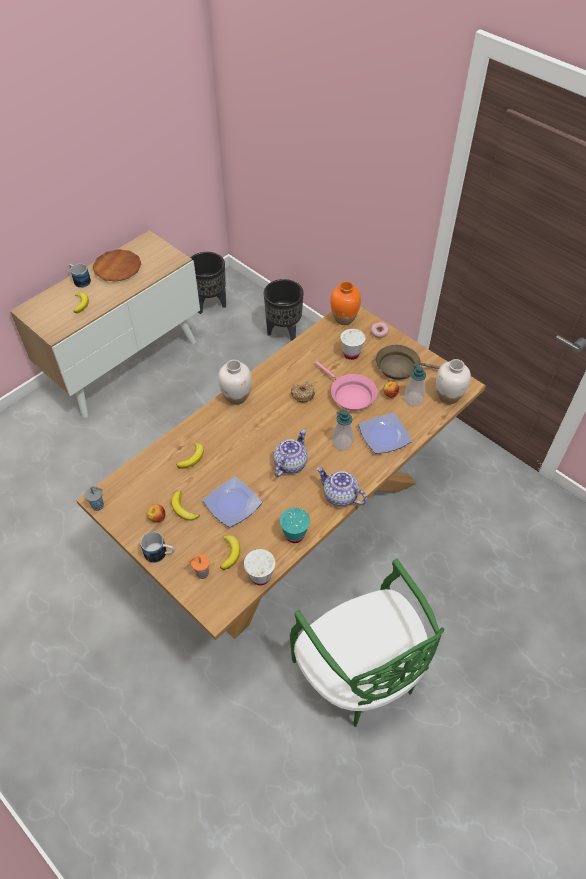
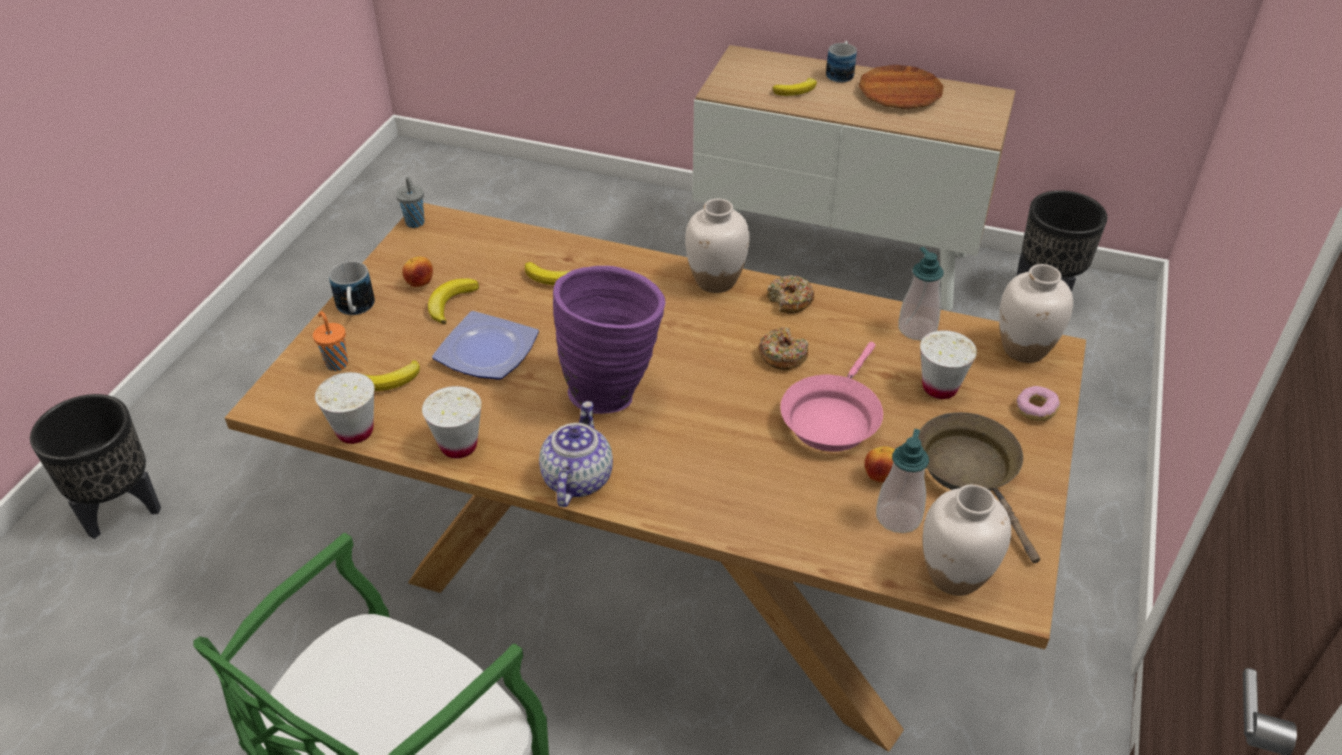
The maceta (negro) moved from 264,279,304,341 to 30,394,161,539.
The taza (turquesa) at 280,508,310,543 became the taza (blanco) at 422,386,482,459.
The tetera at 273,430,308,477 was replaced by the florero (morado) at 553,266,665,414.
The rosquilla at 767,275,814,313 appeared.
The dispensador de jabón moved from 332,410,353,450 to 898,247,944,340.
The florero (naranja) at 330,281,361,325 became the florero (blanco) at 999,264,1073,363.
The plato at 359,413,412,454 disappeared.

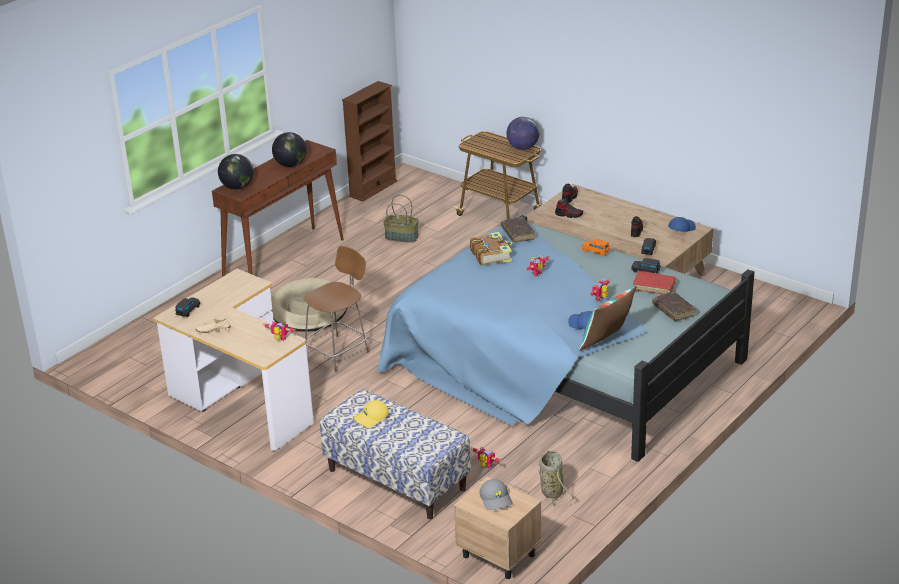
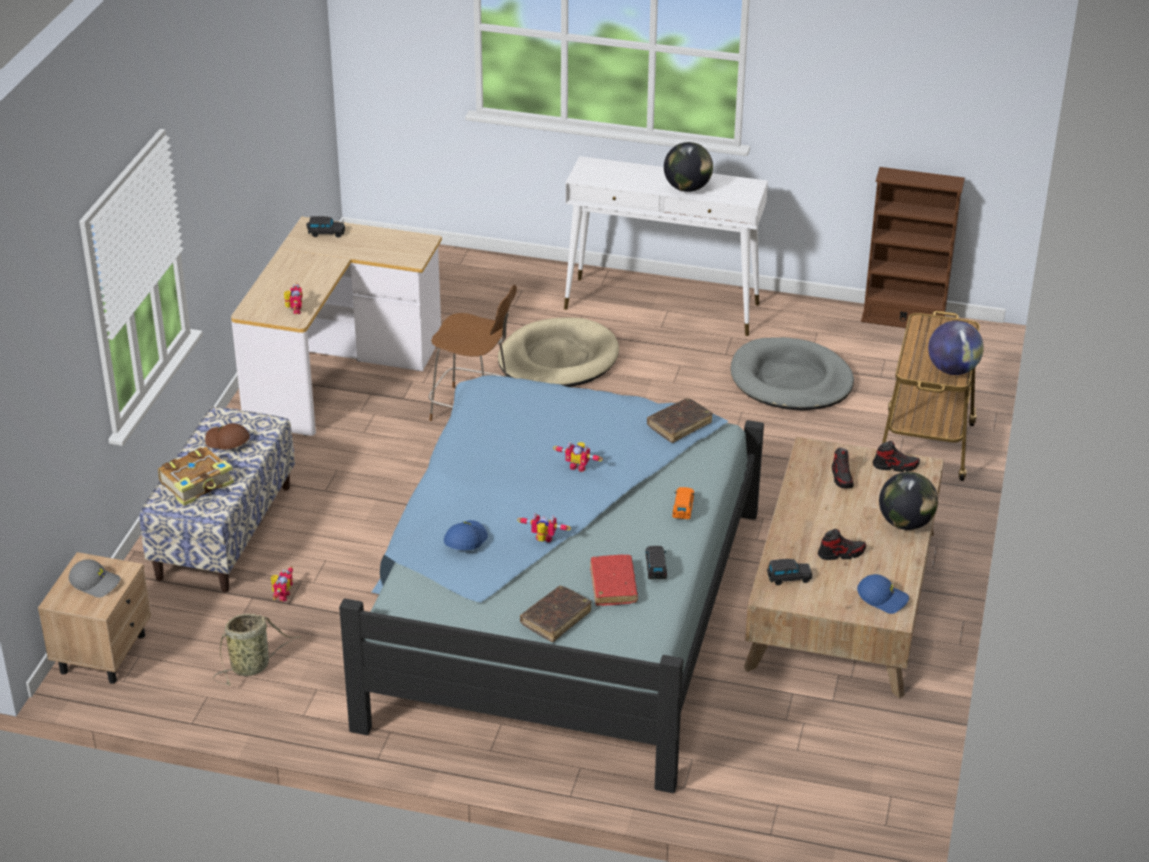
The gorra (gris) at 480,479,513,510 turned 120 degrees counterclockwise.
The libro moved from 470,232,512,266 to 158,447,234,506.
The gorra (amarillo) at 354,400,389,428 became the gorra (marrón) at 205,423,250,450.
The mesa consola (marrón) at 212,140,344,277 became the mesa consola (blanco) at 564,156,768,336.
The cesta at 383,195,418,243 was replaced by the cama para perro (gris) at 731,337,854,411.
The globo terráqueo moved from 218,154,254,189 to 879,472,938,530.
The zapato (beis) at 195,317,231,333 disappeared.
The cojín at 579,286,637,351 disappeared.

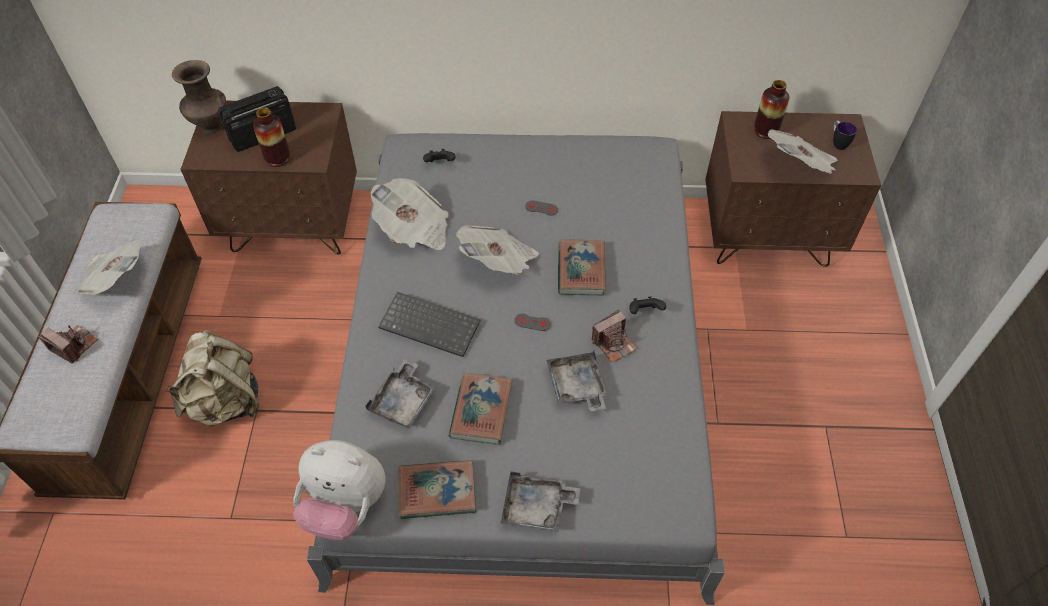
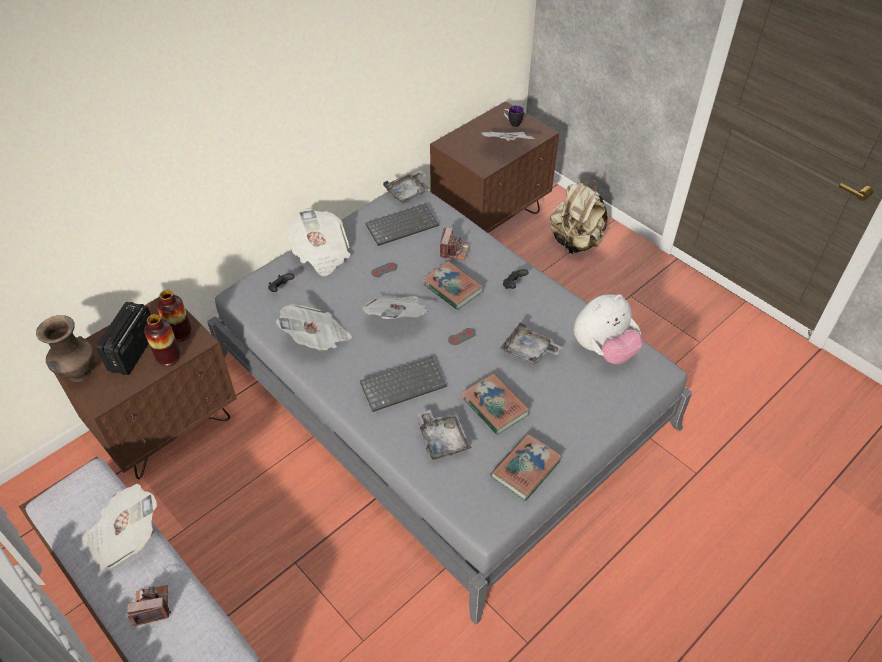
The florero moved from 754,80,789,139 to 157,290,191,342.
The periódico at 287,208,351,276 appeared.
The teclado at 366,204,439,246 appeared.
The bandeja (gris) moved from 501,471,581,532 to 383,170,430,204.
The cámara moved from 592,310,637,363 to 440,227,469,260.
The mochila (beis) moved from 166,330,259,427 to 550,180,607,254.
The peluche moved from 293,440,386,540 to 574,294,644,364.

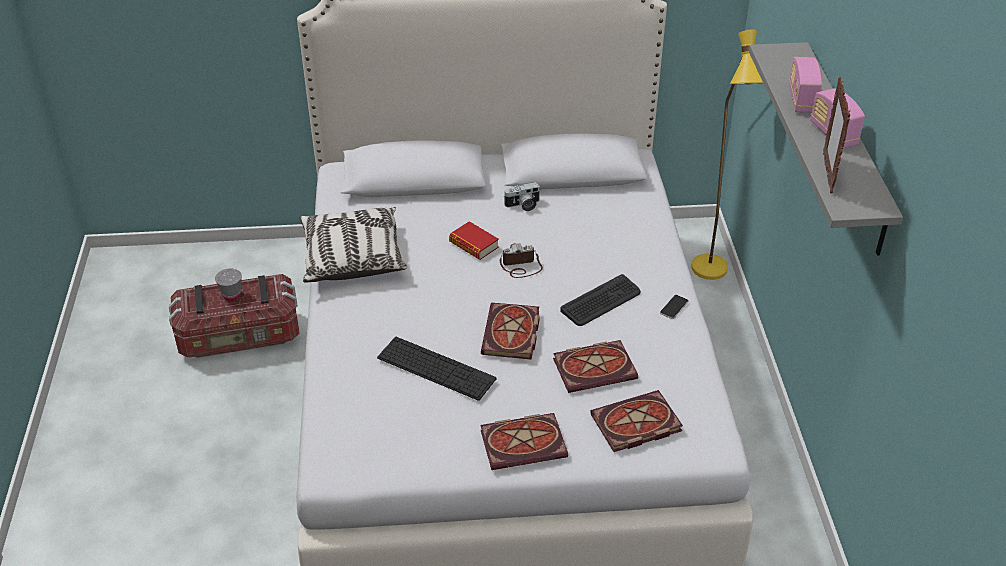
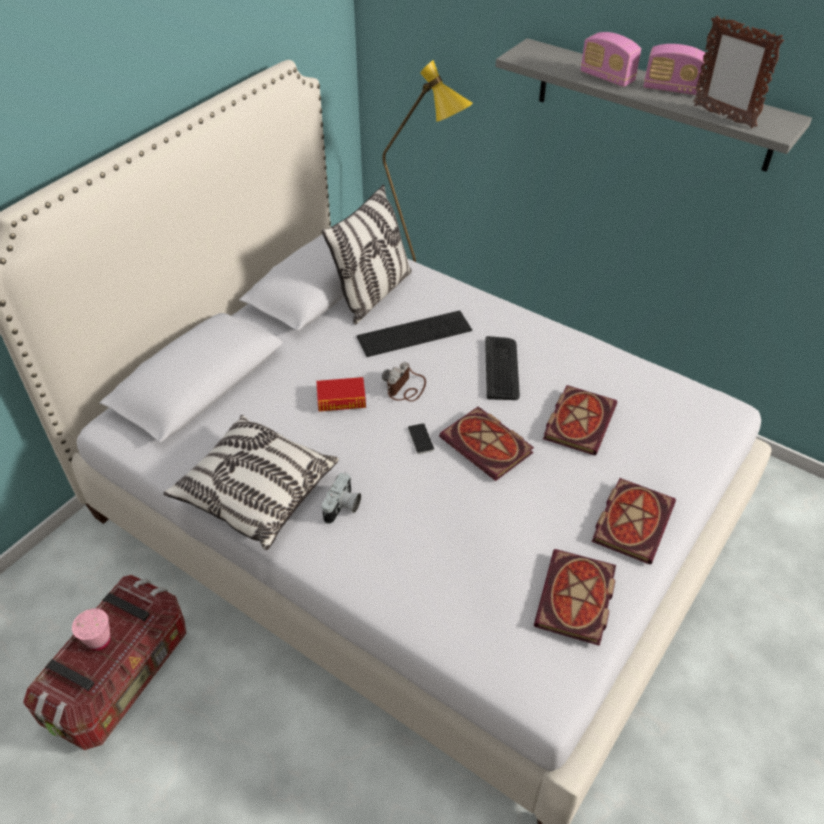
The taza (gris) at 215,269,242,301 became the taza (rosa) at 72,608,110,651.
The cojín at 322,184,412,325 appeared.
The cámara moved from 503,182,540,211 to 322,473,361,524.
The teclado moved from 377,337,496,401 to 356,310,472,357.
The móvil moved from 660,295,689,319 to 408,423,434,454.
The libro moved from 590,390,683,452 to 534,549,616,646.

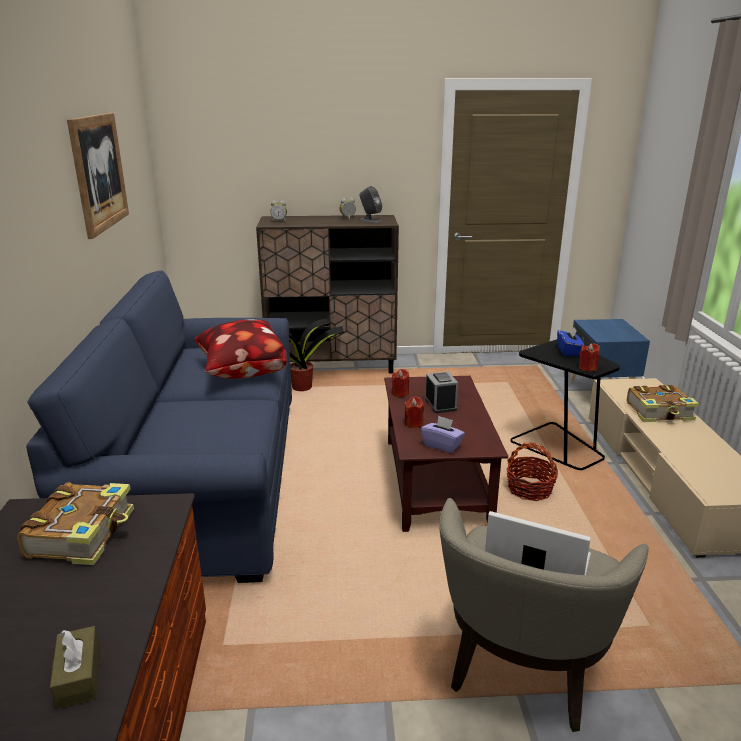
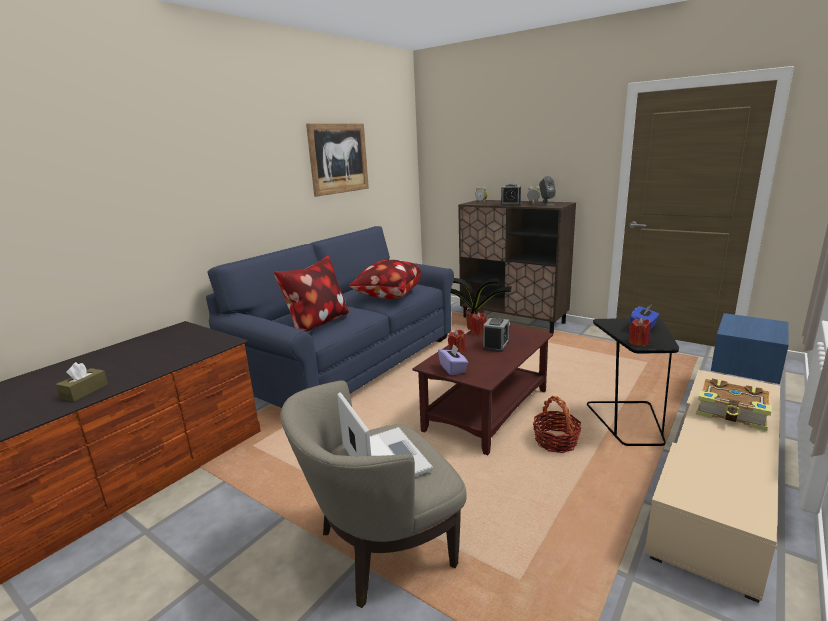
The cojín at 273,256,349,331 appeared.
The despertador at 500,184,522,205 appeared.
The libro at 17,482,134,565 disappeared.

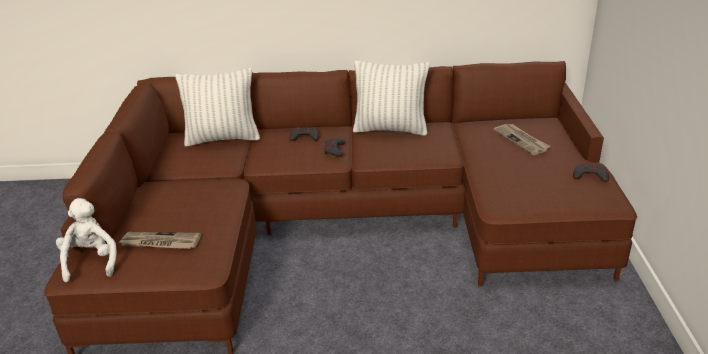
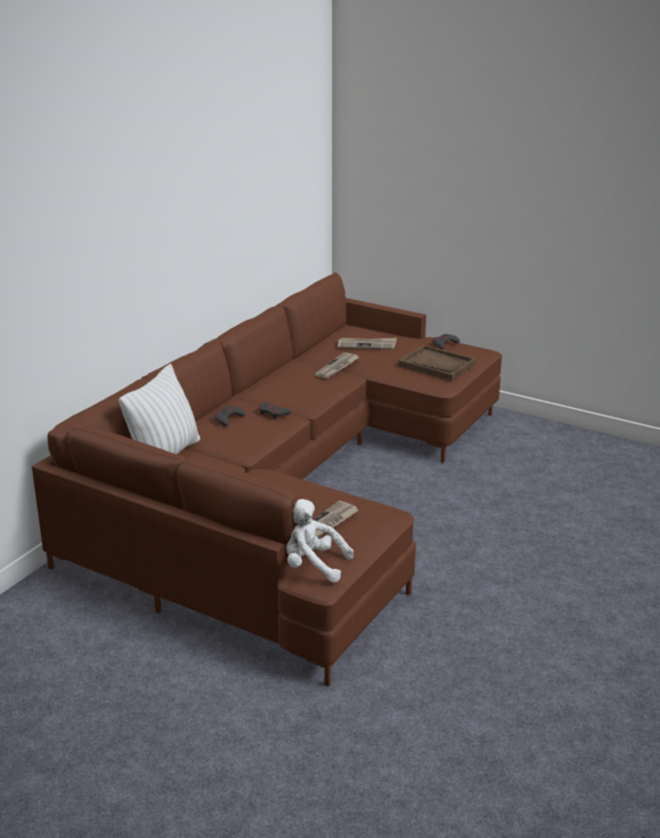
The periódico at 314,352,360,379 appeared.
The bandeja (marrón) at 398,345,476,381 appeared.
The cojín (blanco) at 353,61,430,136 disappeared.

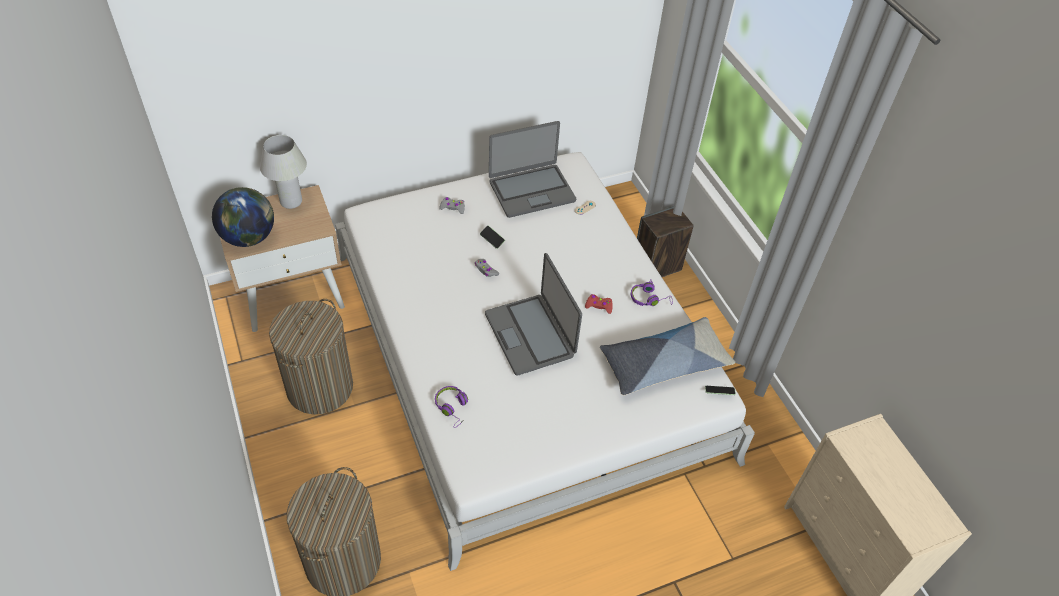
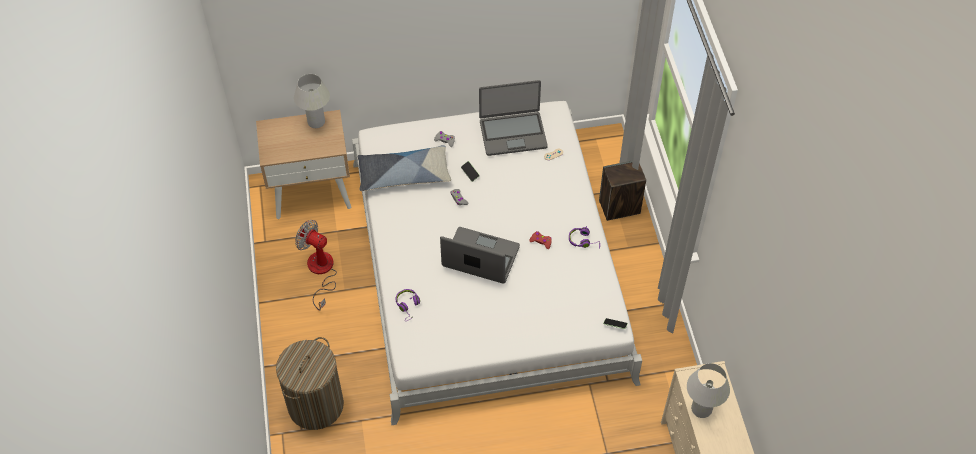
The cesto de la ropa at 269,299,353,414 was replaced by the ventilador at 295,220,337,311.
The cojín moved from 600,317,735,395 to 358,145,451,191.
The portátil at 485,253,582,376 turned 120 degrees clockwise.
The lámpara de mesa (blanco) at 687,363,730,418 appeared.
The globo terráqueo at 212,187,274,247 disappeared.

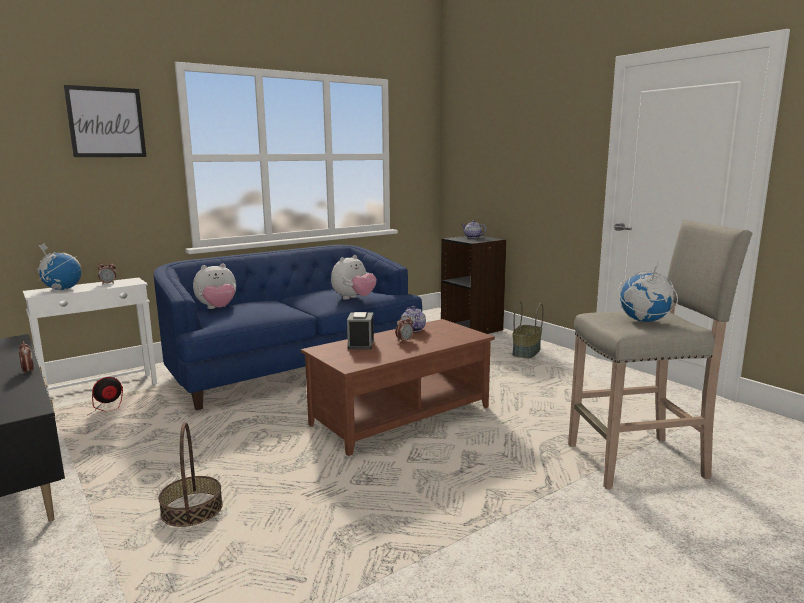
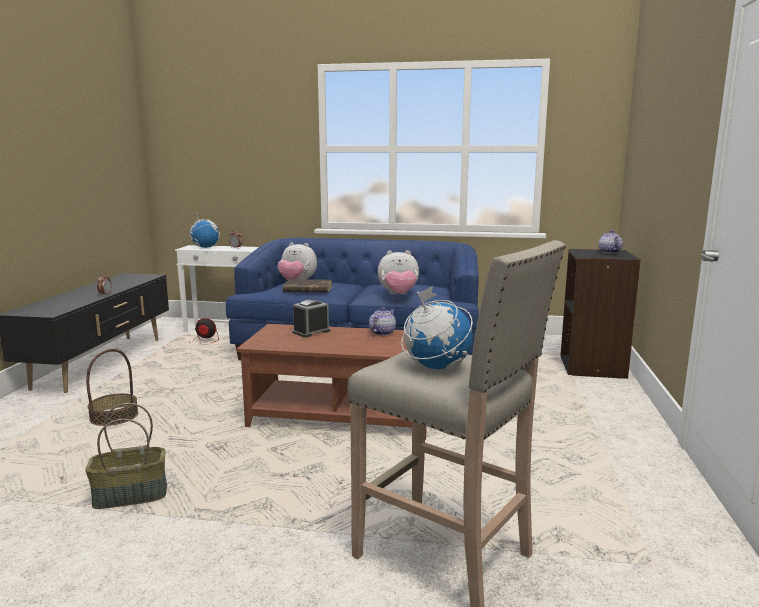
The cesta moved from 513,301,544,359 to 85,403,167,509.
The libro (marrón) at 283,279,332,293 appeared.
The cuadro at 64,85,146,157 disappeared.
The despertador at 395,316,414,341 disappeared.

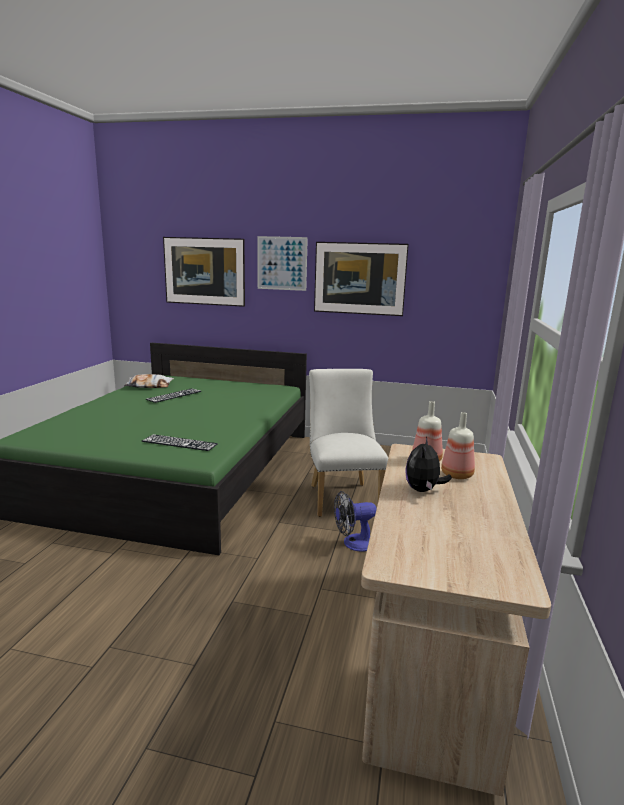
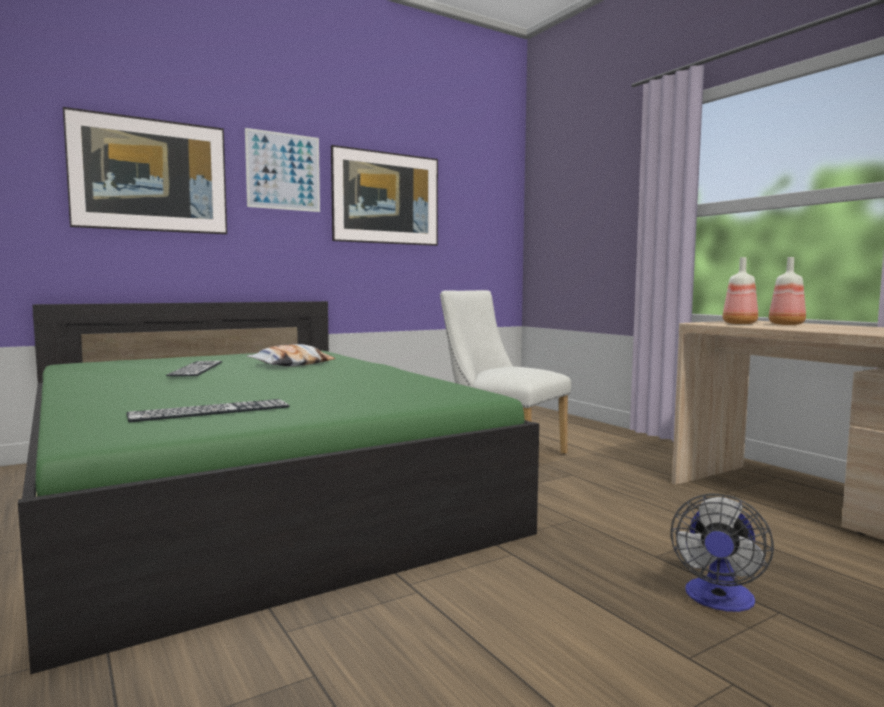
The teclado moved from 142,434,218,451 to 126,399,290,422.
The cojín moved from 124,374,174,388 to 247,344,335,366.
The ventilador moved from 334,491,377,552 to 670,493,774,612.
The peluche at 405,437,452,492 disappeared.

